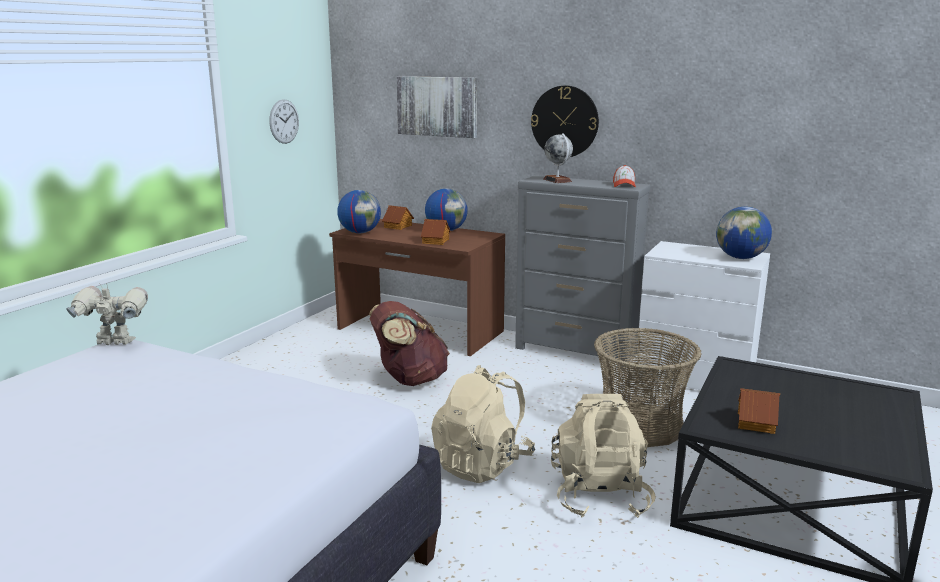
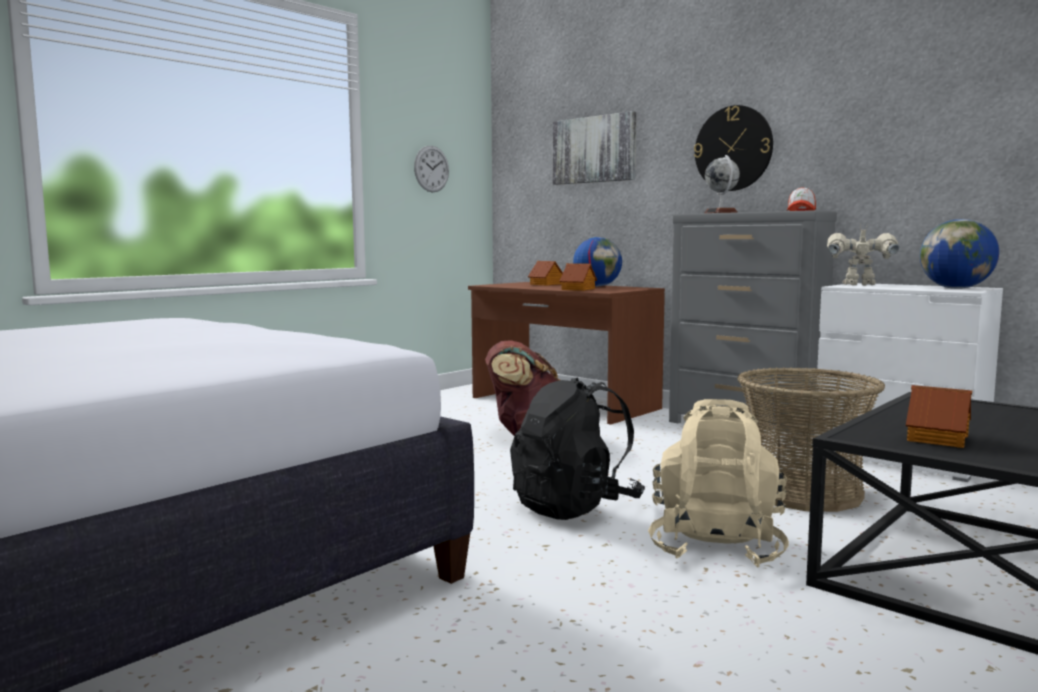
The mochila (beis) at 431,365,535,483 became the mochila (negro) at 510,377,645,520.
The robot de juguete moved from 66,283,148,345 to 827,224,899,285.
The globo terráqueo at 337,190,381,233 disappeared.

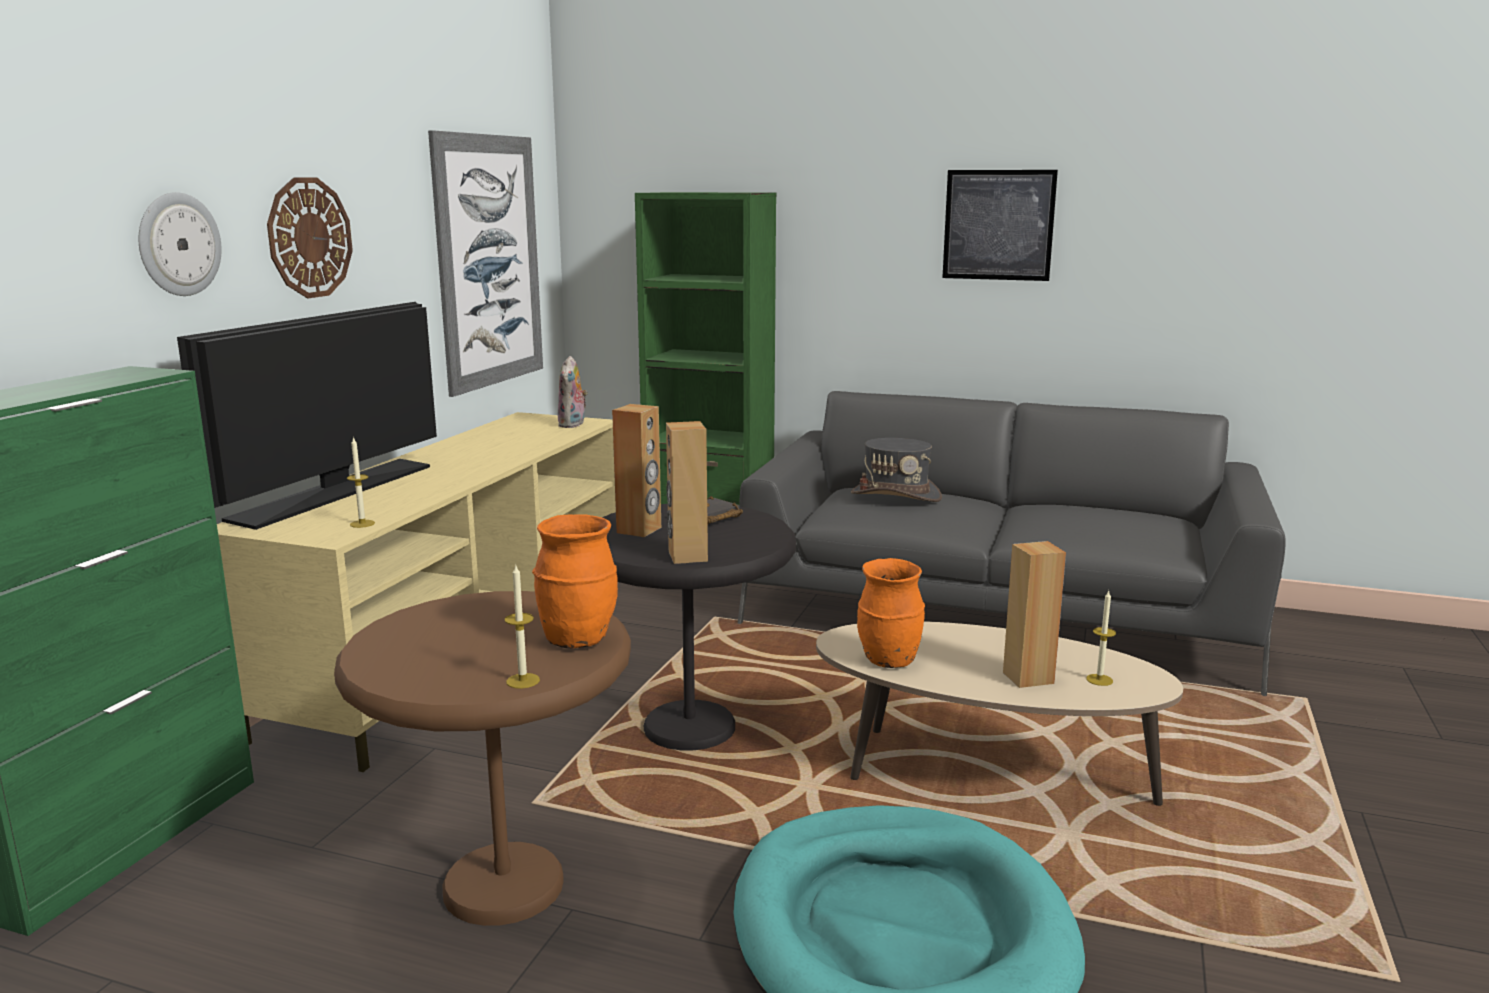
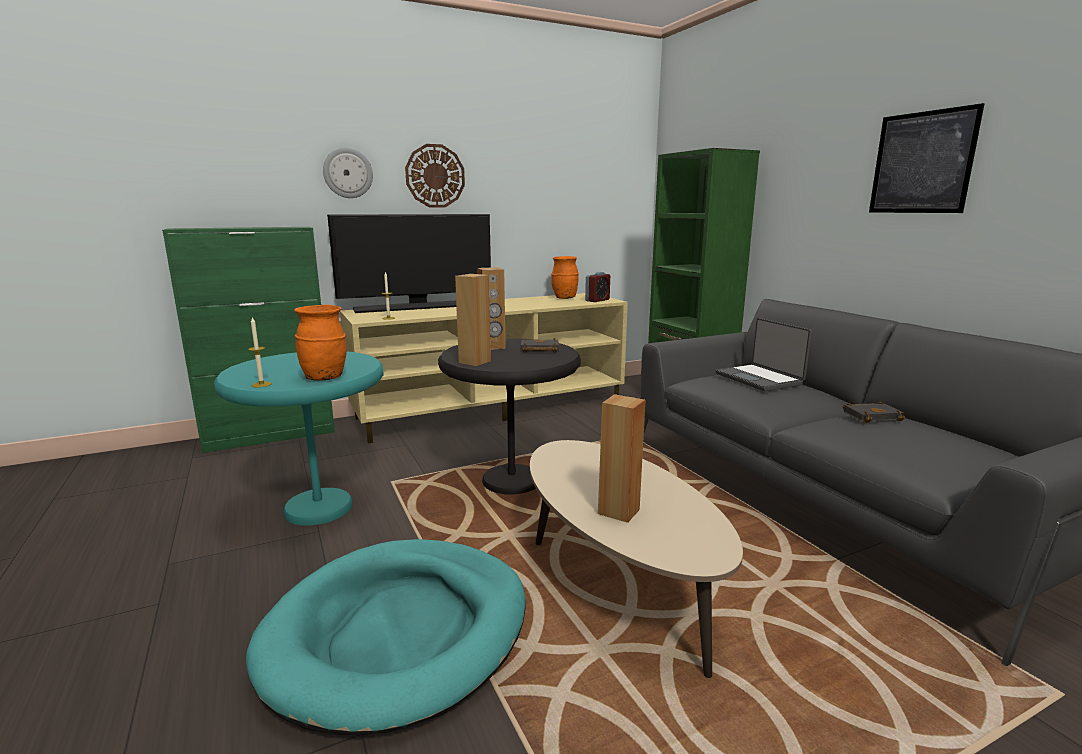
The mesa auxiliar (marrón) at 334,591,631,926 became the mesa auxiliar (turquesa) at 214,352,384,526.
The florero (naranja) moved from 857,558,925,668 to 551,256,579,299.
The peluche at 558,356,588,428 was replaced by the despertador at 585,272,610,302.
The sombrero (gris) at 851,438,942,502 was replaced by the portátil at 715,318,812,391.
The libro (negro) at 843,401,905,423 appeared.
The cuadro at 428,130,543,397 disappeared.
The vela at 1086,590,1116,686 disappeared.

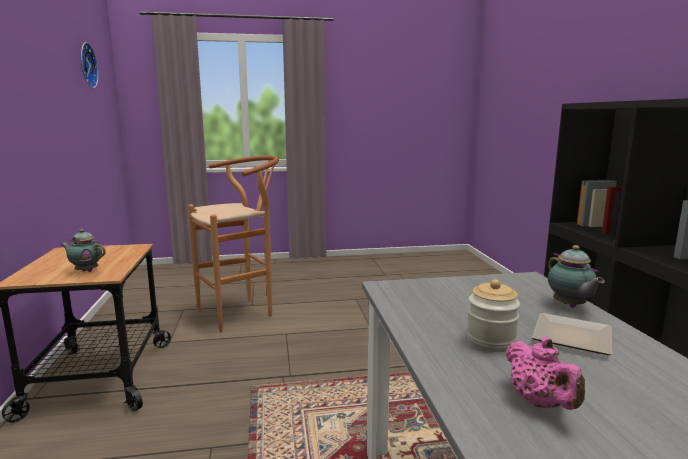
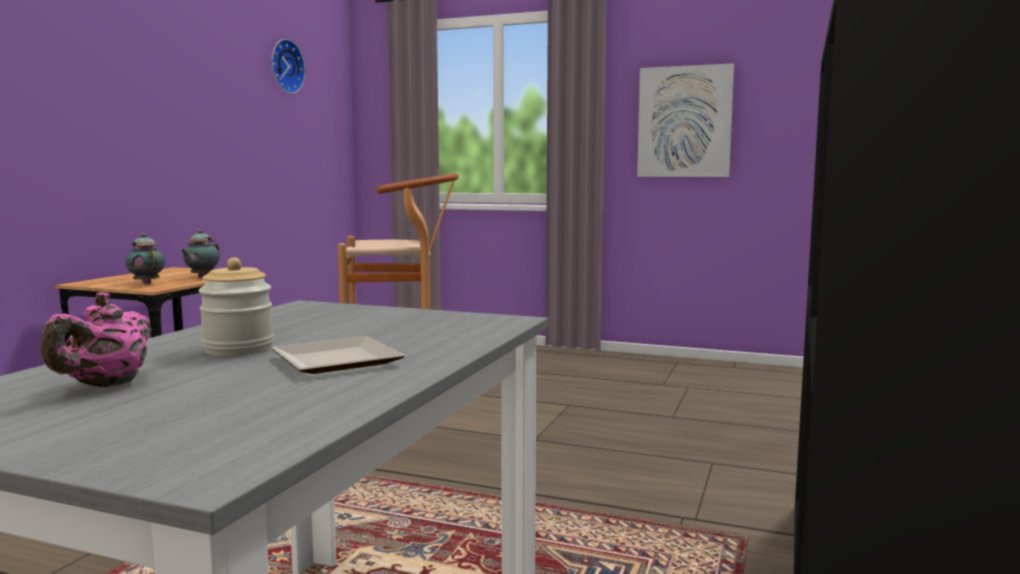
The tetera moved from 548,245,605,308 to 180,230,219,278.
The cuadro at 637,63,734,177 appeared.

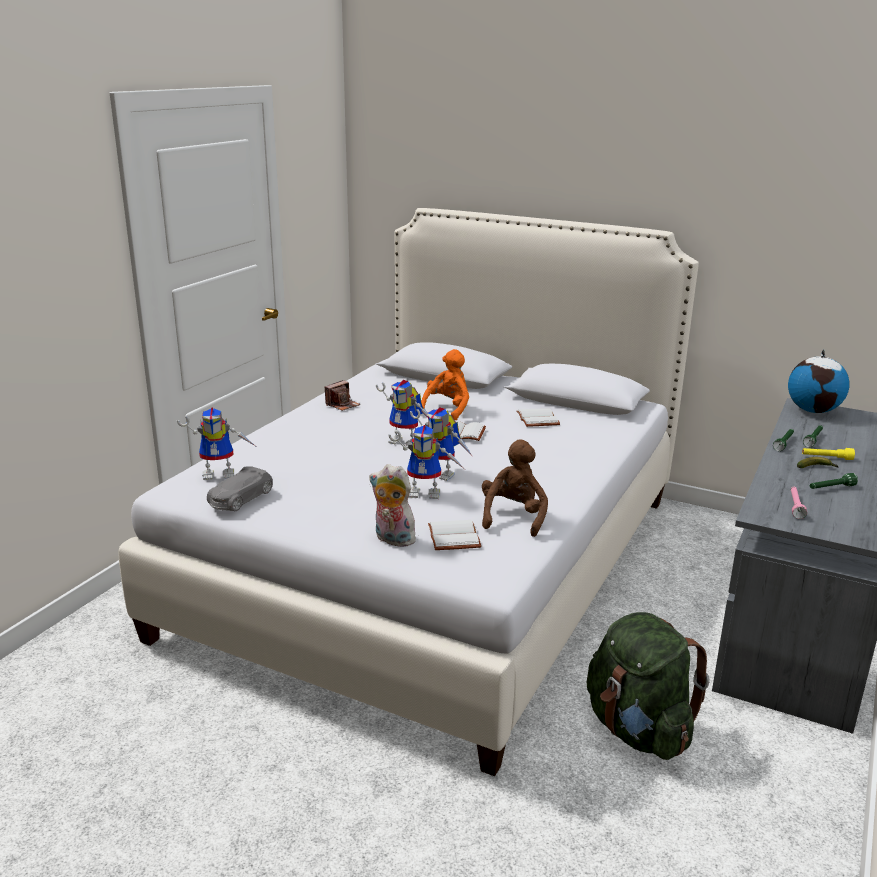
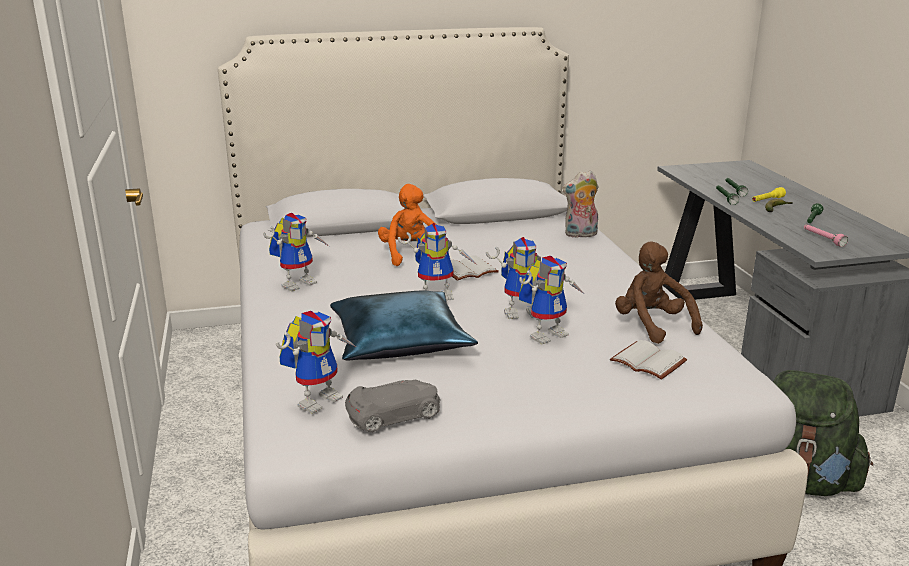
The cámara at 325,380,360,411 was replaced by the robot de juguete at 263,213,329,292.
The cojín (azul) at 330,291,478,360 appeared.
The coche de juguete (gris) at 207,466,273,511 turned 105 degrees counterclockwise.
The peluche moved from 369,464,421,547 to 562,170,598,238.
The libro (blanco) at 517,408,560,427 disappeared.
The globo terráqueo at 788,349,849,413 disappeared.

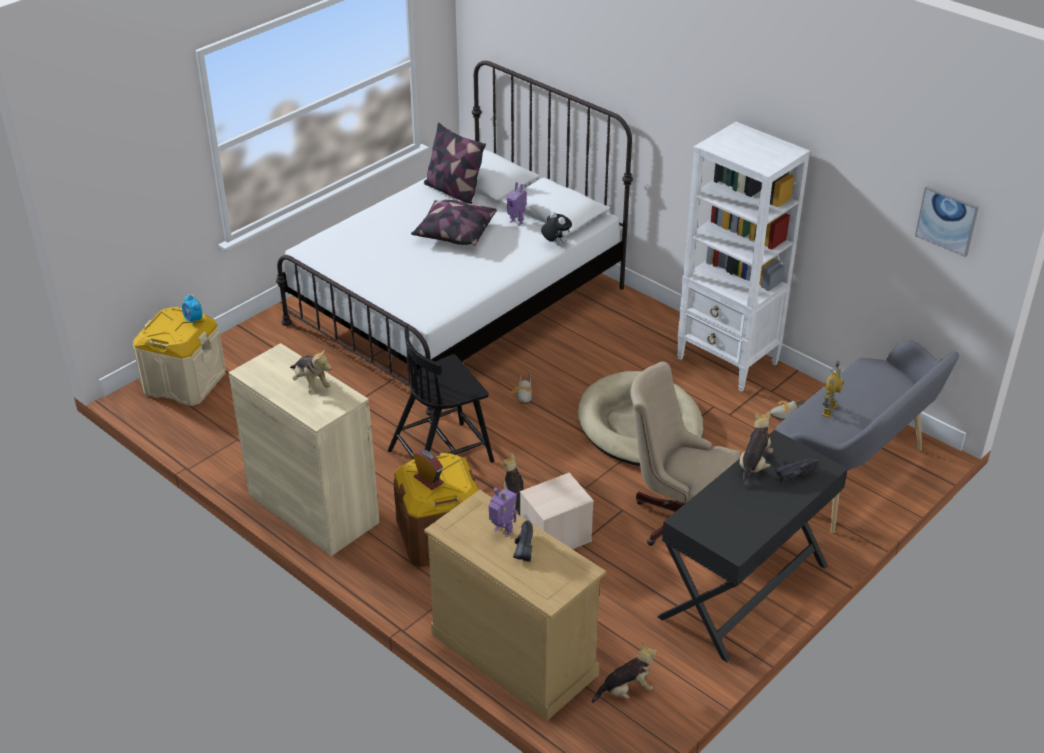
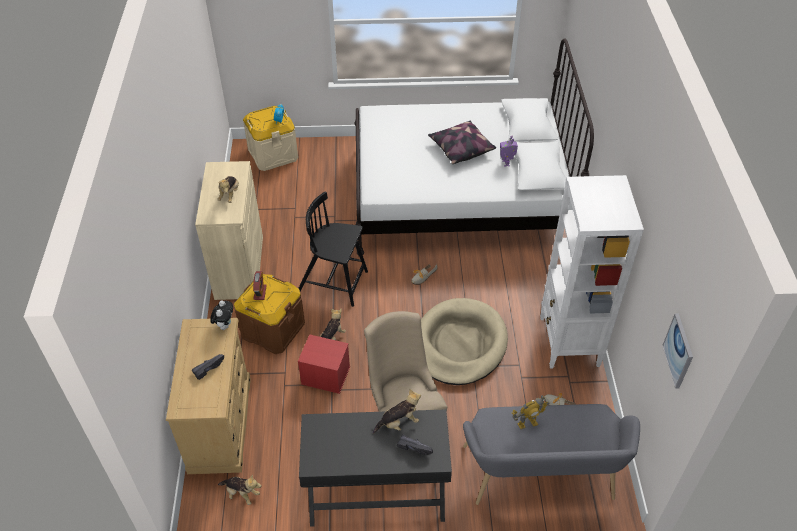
The peluche moved from 541,212,572,246 to 210,300,233,330.
The caja de almacenaje (beis) at 520,473,594,549 became the caja de almacenaje (rojo) at 298,334,350,394.
The cojín at 424,123,486,204 disappeared.
The robot de juguete at 489,487,517,537 disappeared.

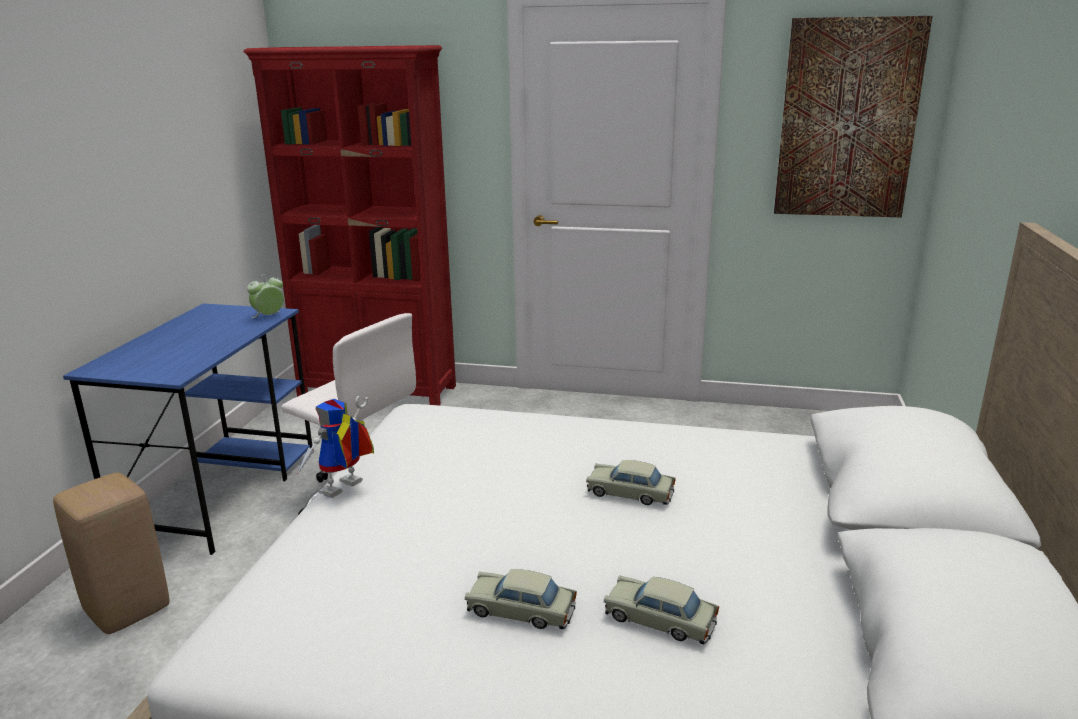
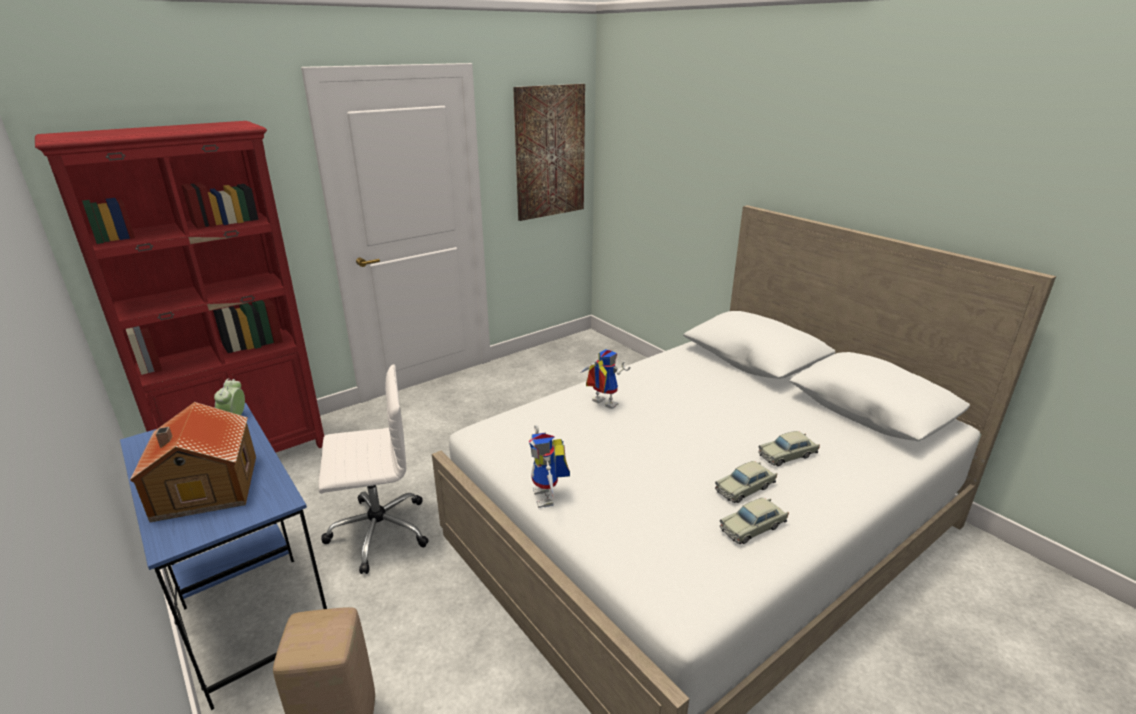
The casita at 130,402,256,522 appeared.
The robot de juguete at 581,349,630,409 appeared.
The coche de juguete (beis) moved from 586,460,676,505 to 720,498,789,544.

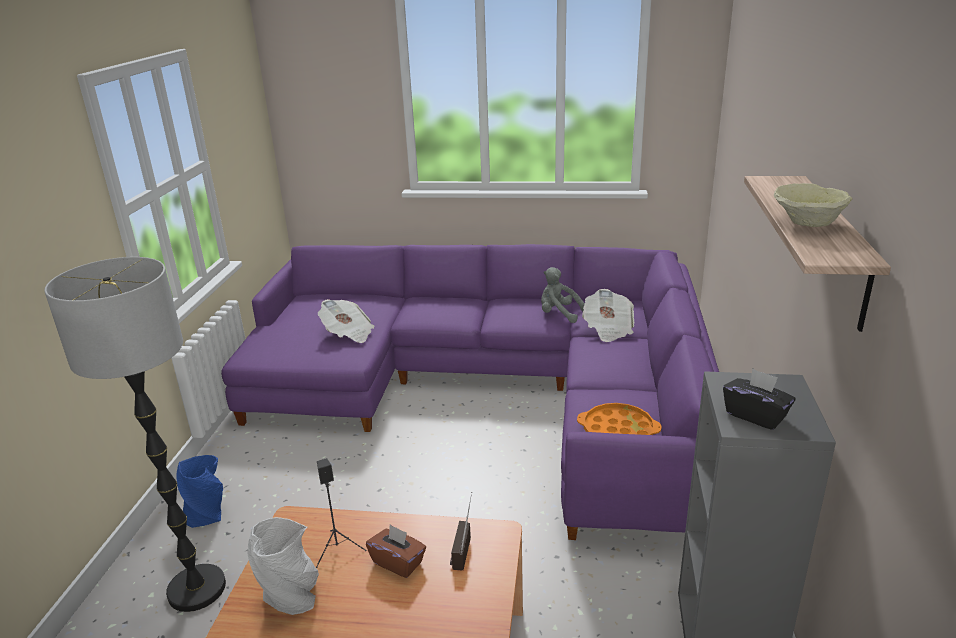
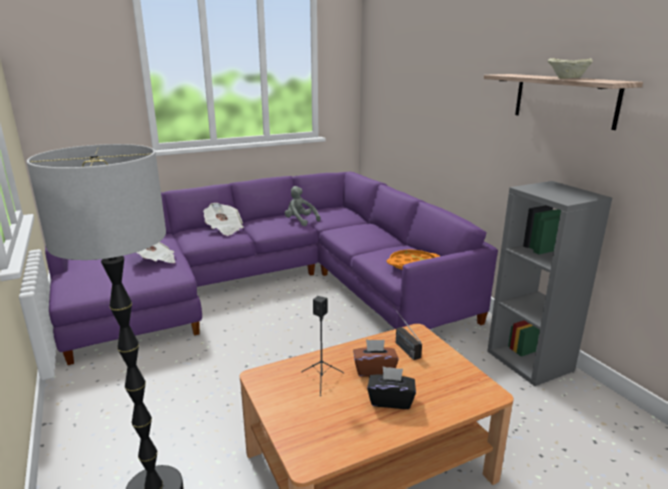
The periódico moved from 582,289,634,342 to 203,203,244,236.
The peluche (gris) at 541,267,585,323 turned 45 degrees clockwise.
The caja de pañuelos (negro) moved from 723,369,796,430 to 367,366,416,409.
The florero (azul) at 177,455,223,528 disappeared.
The florero (gris) at 248,517,319,615 disappeared.

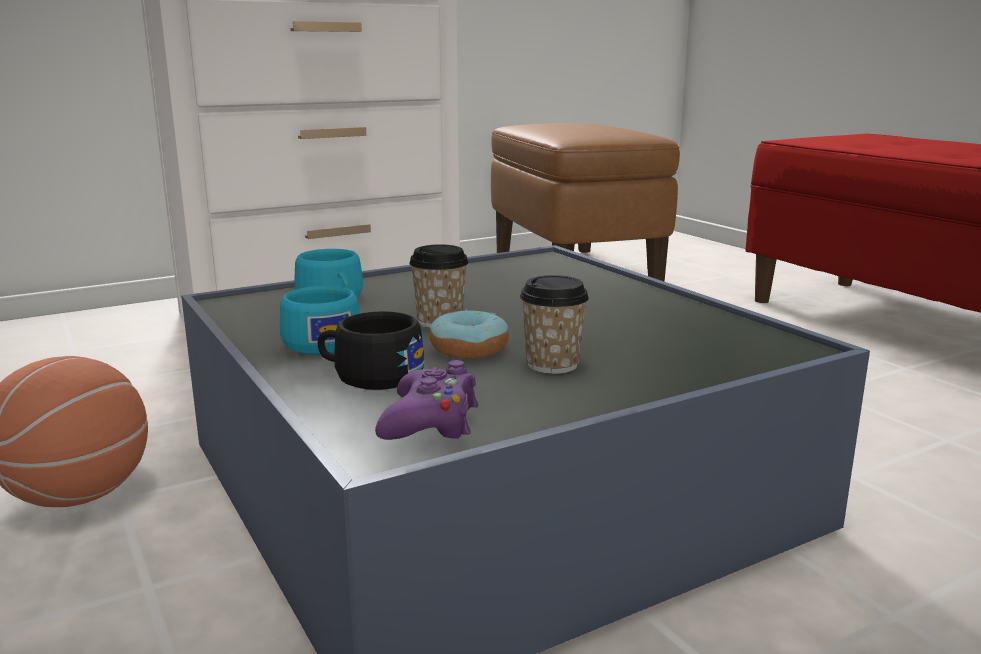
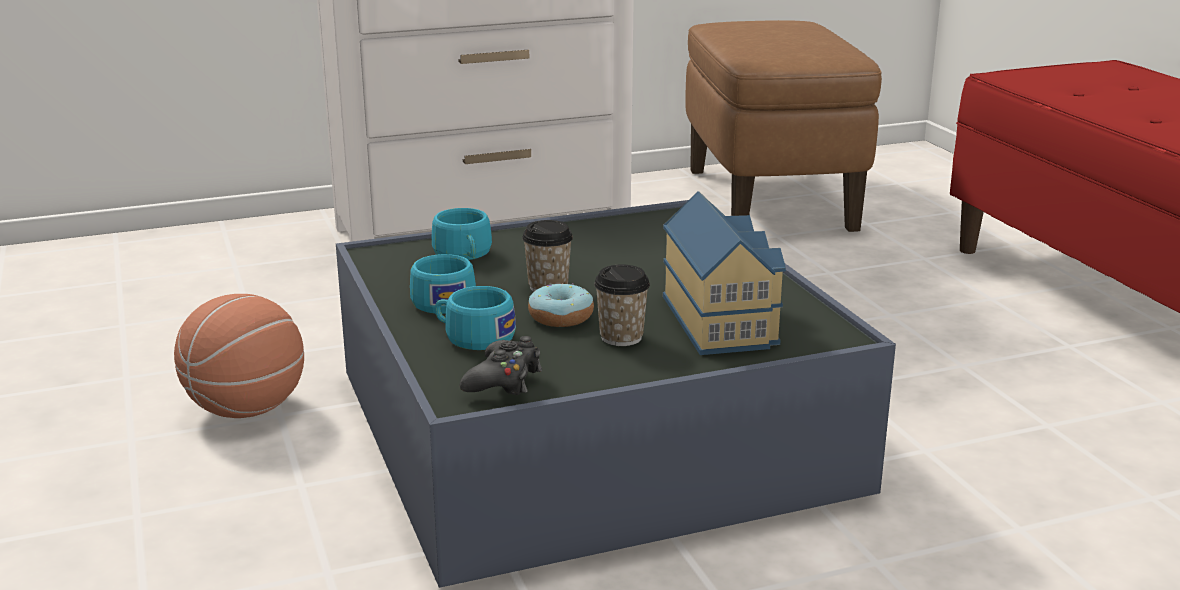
The taza (negro) at 318,311,425,390 became the taza (turquesa) at 435,286,516,350.
The mando de consola (morado) at 375,360,478,440 became the mando de consola (negro) at 460,336,542,395.
The casita at 663,191,786,355 appeared.

